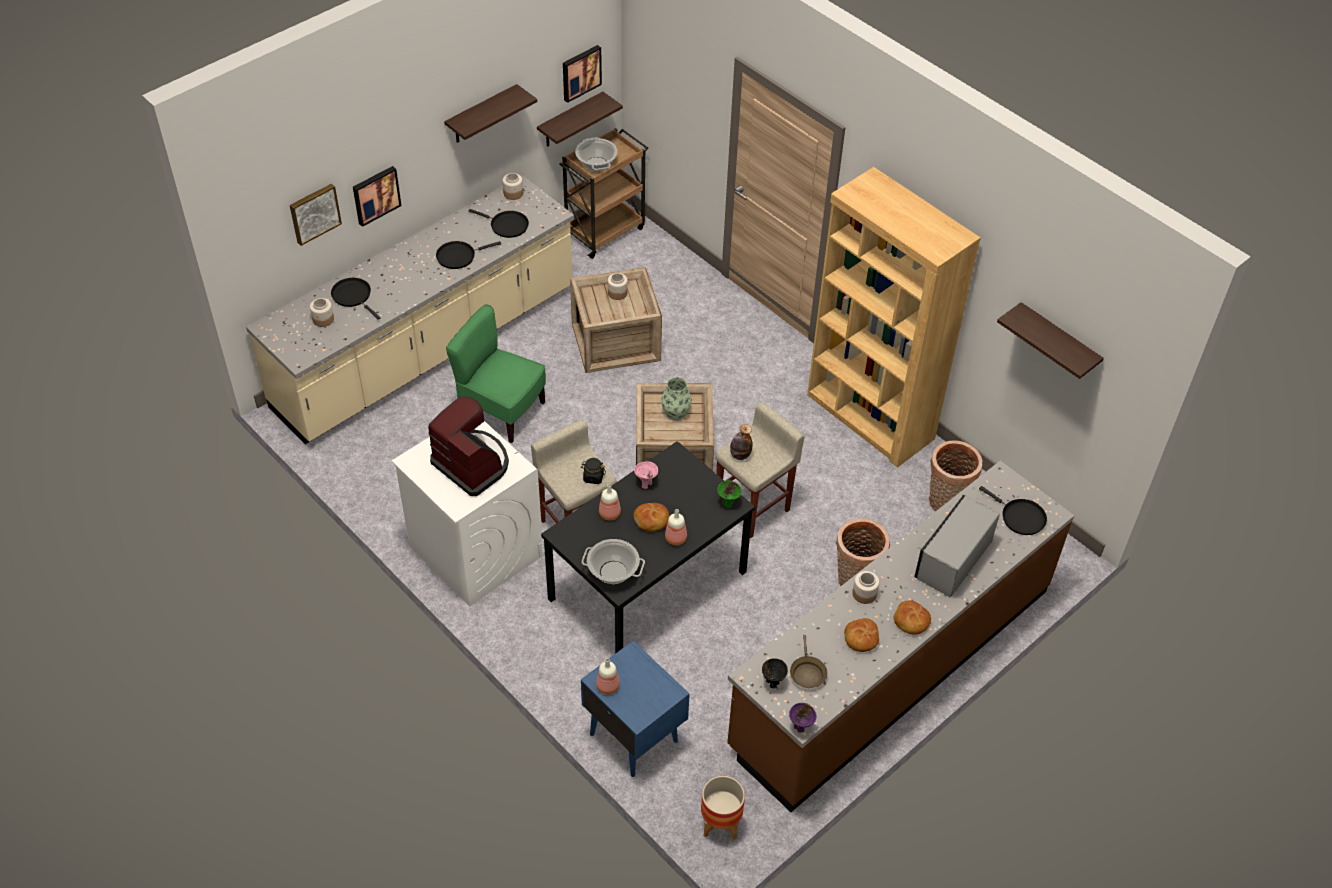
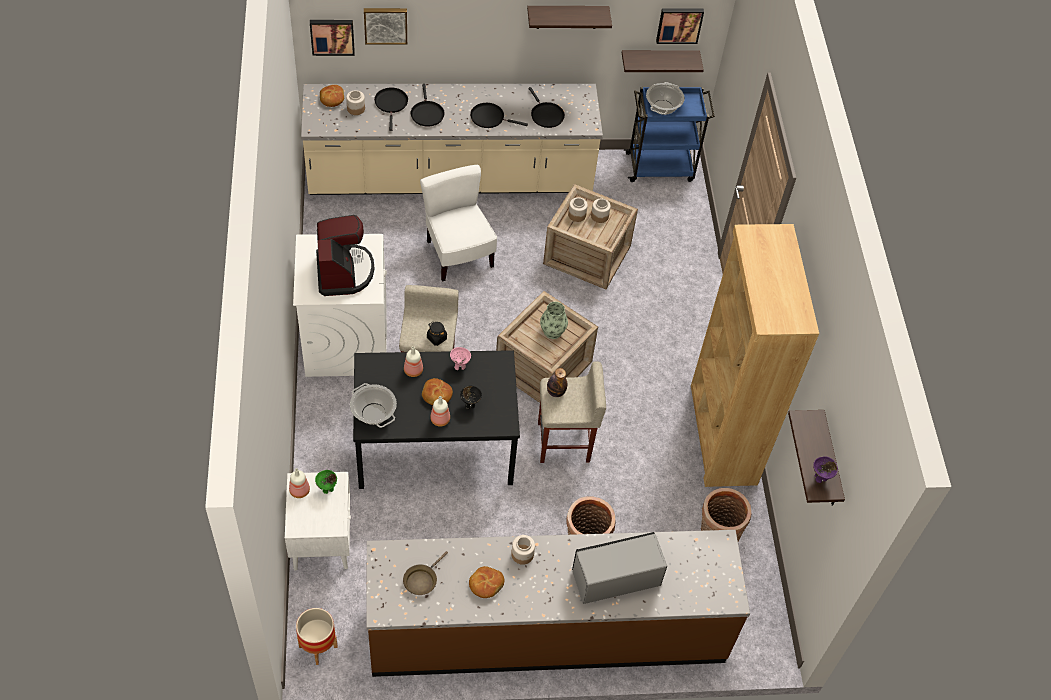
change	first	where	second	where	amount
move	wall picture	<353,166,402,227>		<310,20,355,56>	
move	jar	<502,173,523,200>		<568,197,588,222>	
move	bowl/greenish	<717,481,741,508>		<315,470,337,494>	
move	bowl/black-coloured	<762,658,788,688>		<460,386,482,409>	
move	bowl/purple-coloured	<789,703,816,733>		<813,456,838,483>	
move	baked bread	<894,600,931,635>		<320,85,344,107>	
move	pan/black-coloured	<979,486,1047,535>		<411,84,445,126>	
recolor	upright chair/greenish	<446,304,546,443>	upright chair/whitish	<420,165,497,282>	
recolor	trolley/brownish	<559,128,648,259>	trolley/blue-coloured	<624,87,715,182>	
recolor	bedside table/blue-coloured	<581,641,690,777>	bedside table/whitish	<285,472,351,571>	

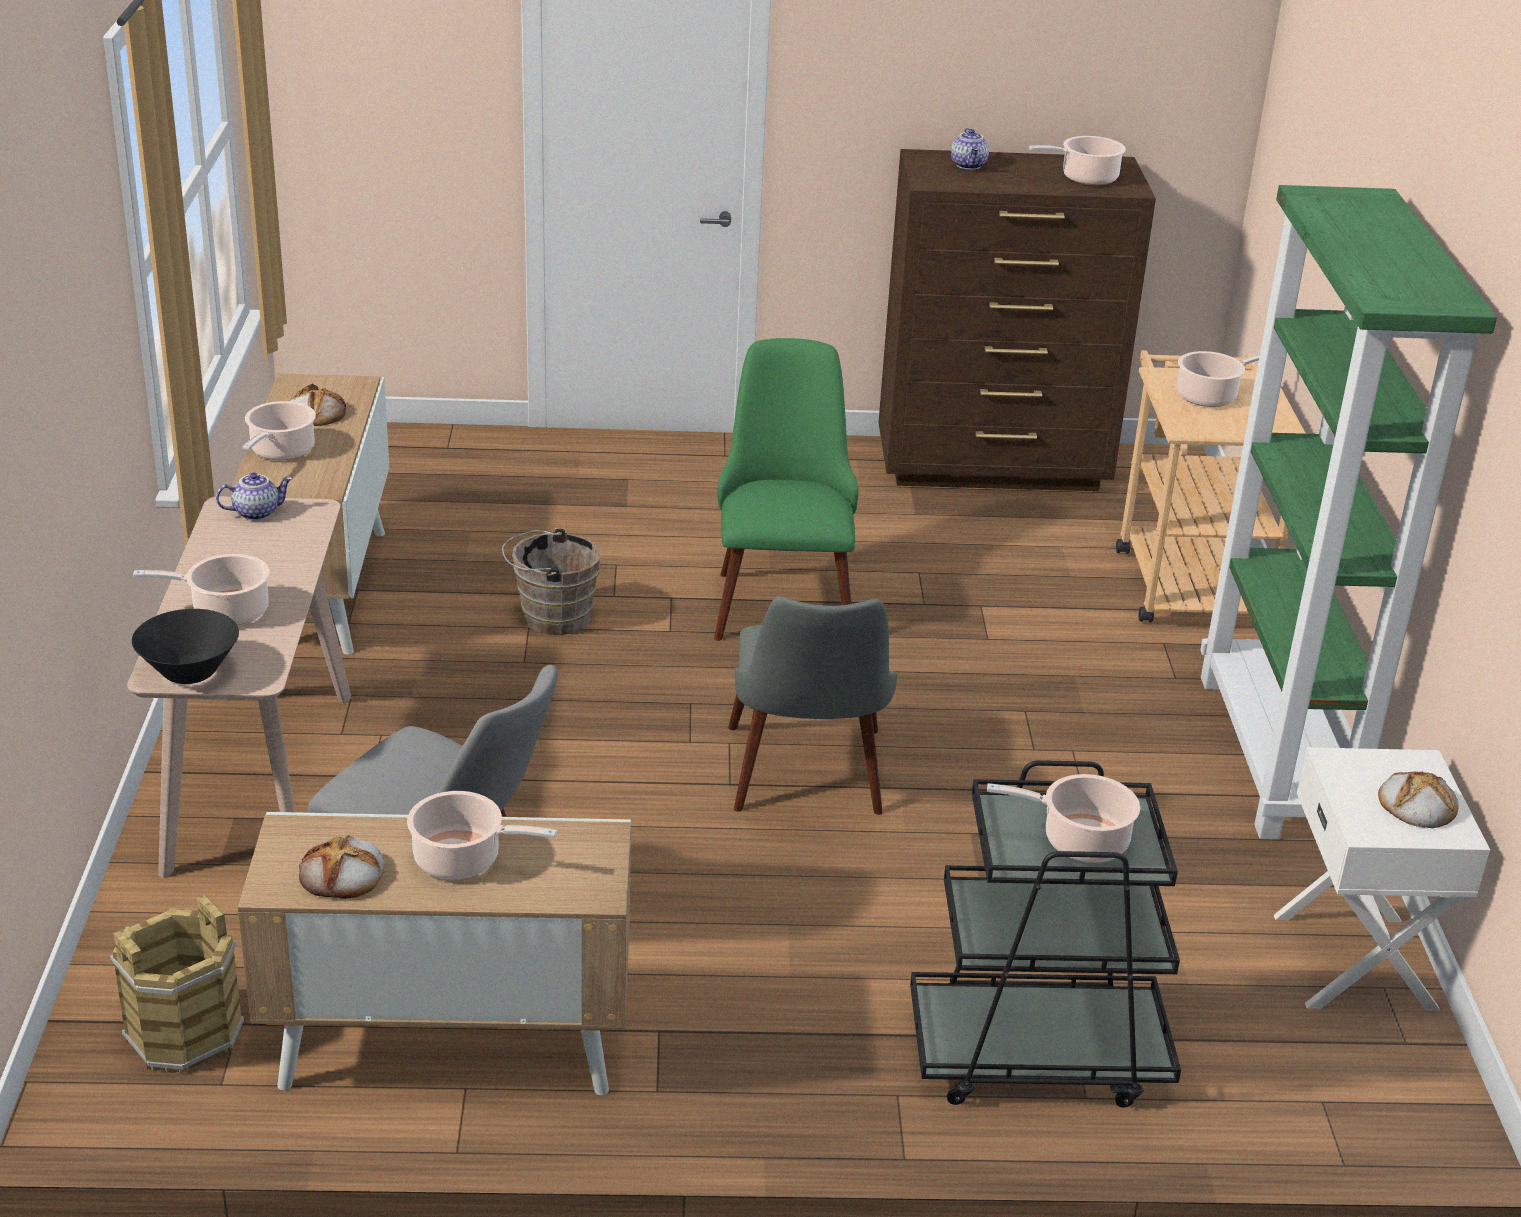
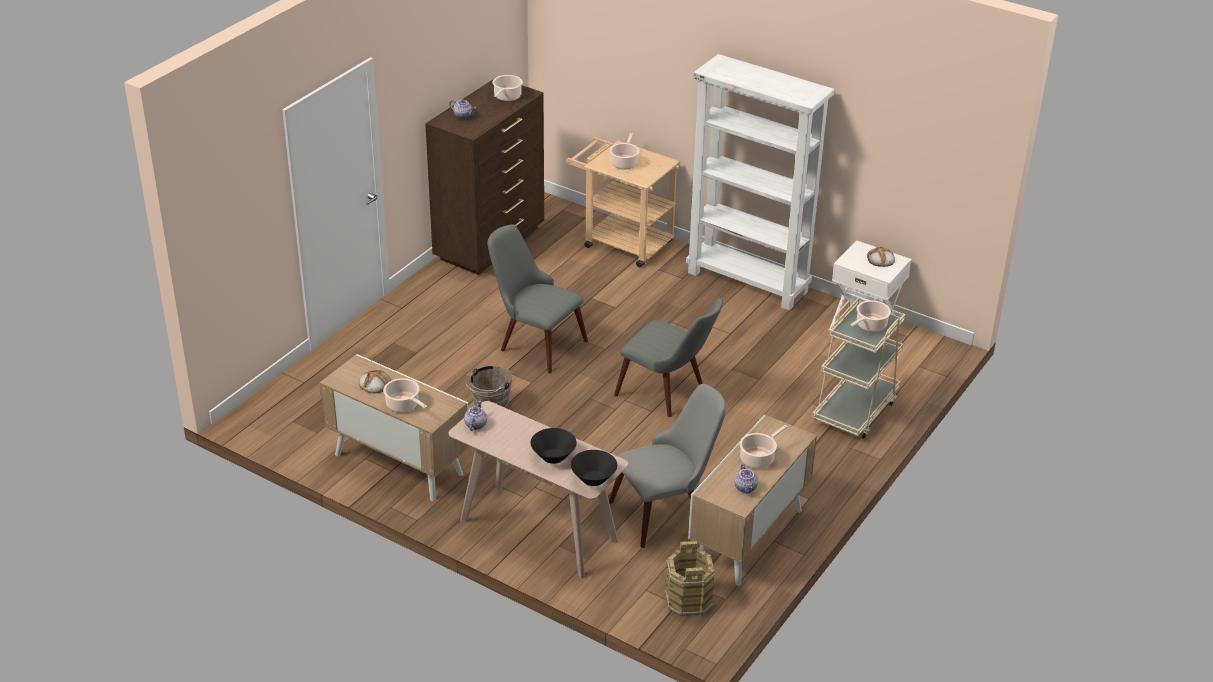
change	first	where	second	where	amount
replace	cooking pot	<133,554,270,625>	bowl/black-coloured	<531,428,577,464>	
replace	baked bread	<299,835,385,899>	teapot	<734,464,758,494>	
recolor	upright chair/greenish	<714,338,859,641>	upright chair/greyish	<488,224,588,373>	
recolor	trolley/black-coloured	<910,760,1181,1107>	trolley/beige-coloured	<812,297,905,439>	
recolor	bookcase/greenish	<1200,185,1497,840>	bookcase/whitish	<686,54,834,310>	

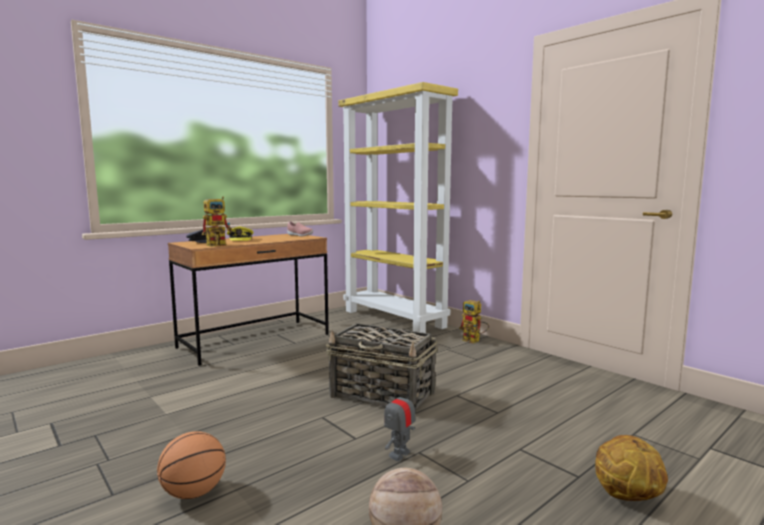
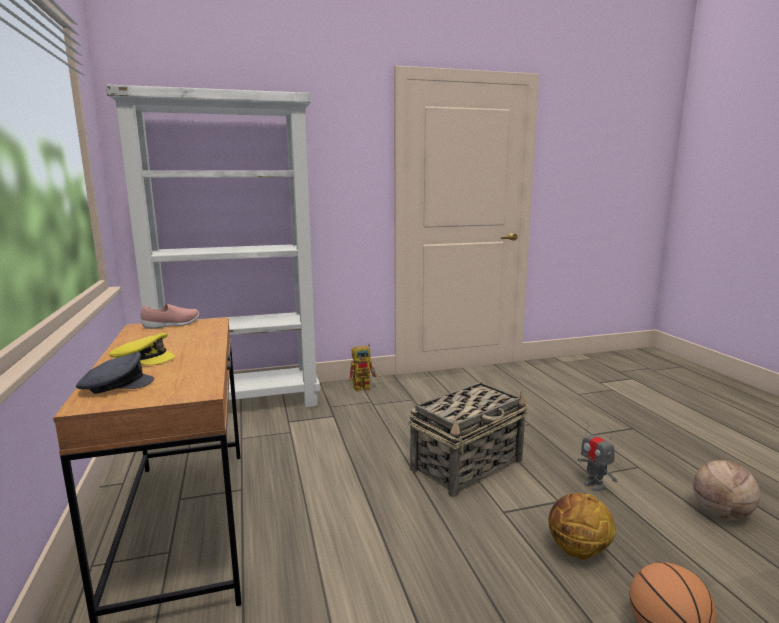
change	first	where	second	where	amount
delete	toy robot	<202,196,232,247>			
move	ball for basketball	<595,435,668,501>		<549,493,616,560>	
recolor	bookcase/yellowish	<339,82,458,333>	bookcase/whitish	<106,84,320,407>	

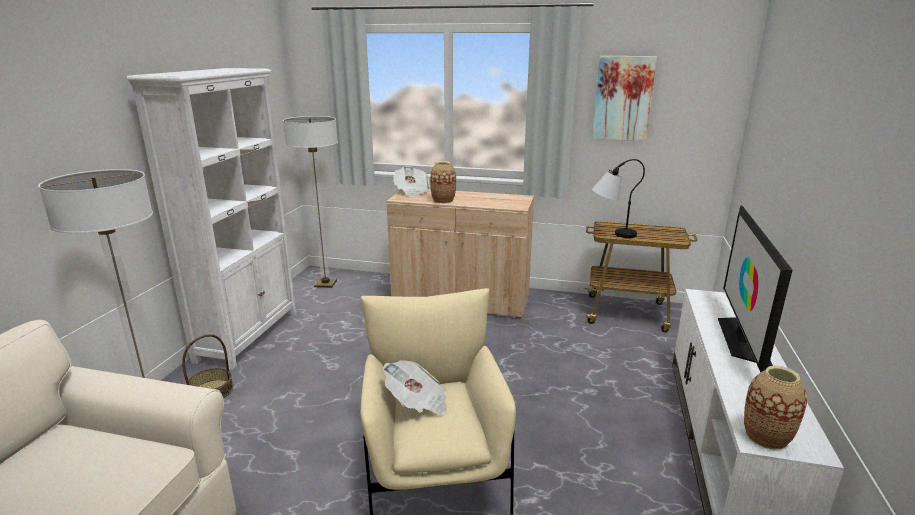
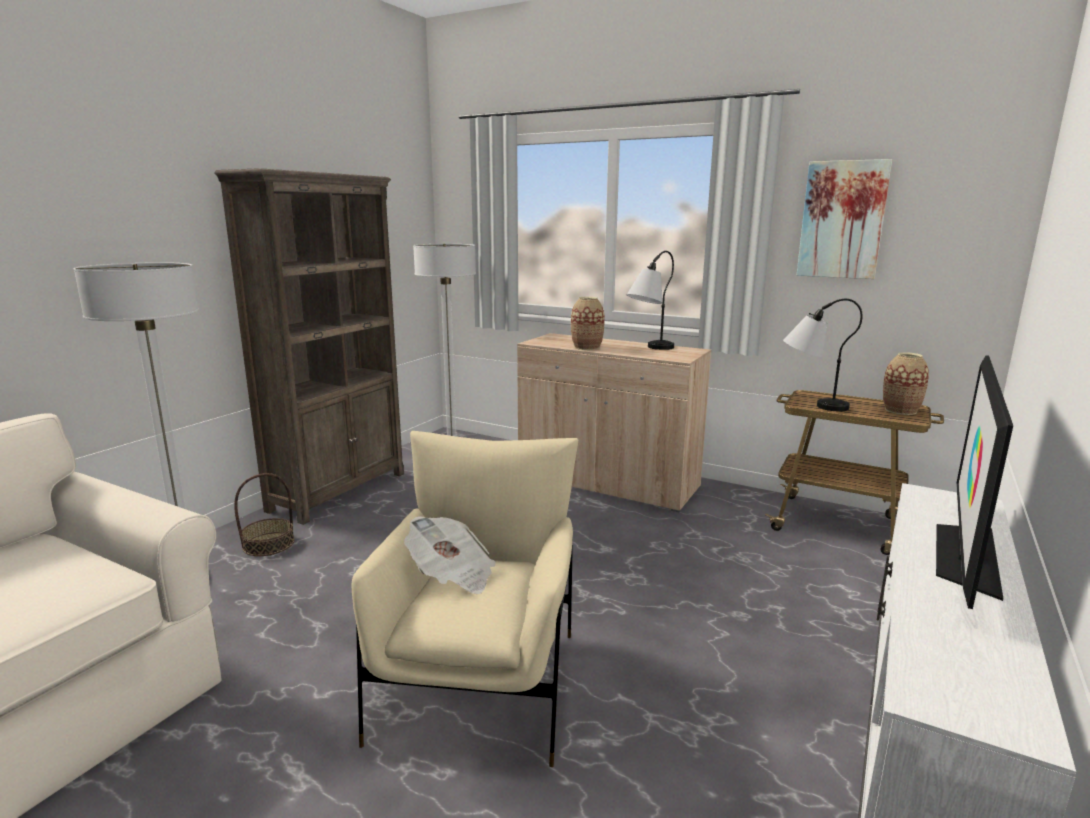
change	first	where	second	where	amount
delete	printed paper	<393,166,429,197>			
insert			lamp for a table	<627,251,674,350>	
move	flower vase	<744,365,807,450>		<883,352,929,415>	
recolor	bookcase/whitish	<127,68,297,370>	bookcase/brownish	<215,168,404,525>	

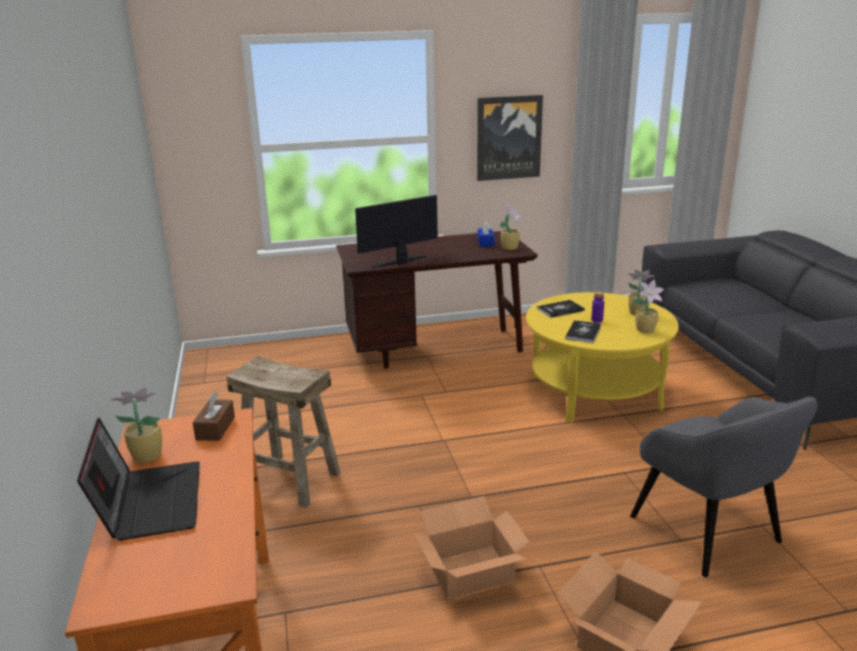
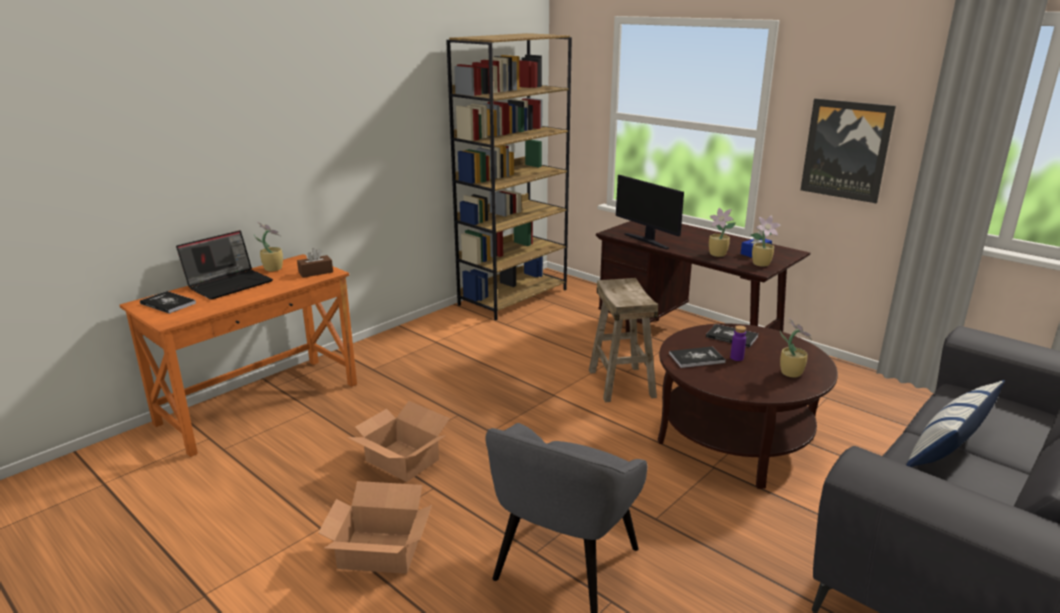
change	first	where	second	where	amount
insert			book	<140,291,196,314>	
insert			bookcase/brownish	<446,33,572,320>	
insert			pillow	<906,380,1005,467>	
move	stool seat/beige-coloured	<226,356,341,508>		<589,278,658,402>	
move	plant in a pot	<633,280,664,333>		<709,208,736,257>	
recolor	low table/yellowish	<526,292,679,423>	low table/brownish	<658,323,838,489>	
rotate	computer screen	<355,195,438,268>		<616,175,684,249>	150 degrees counterclockwise

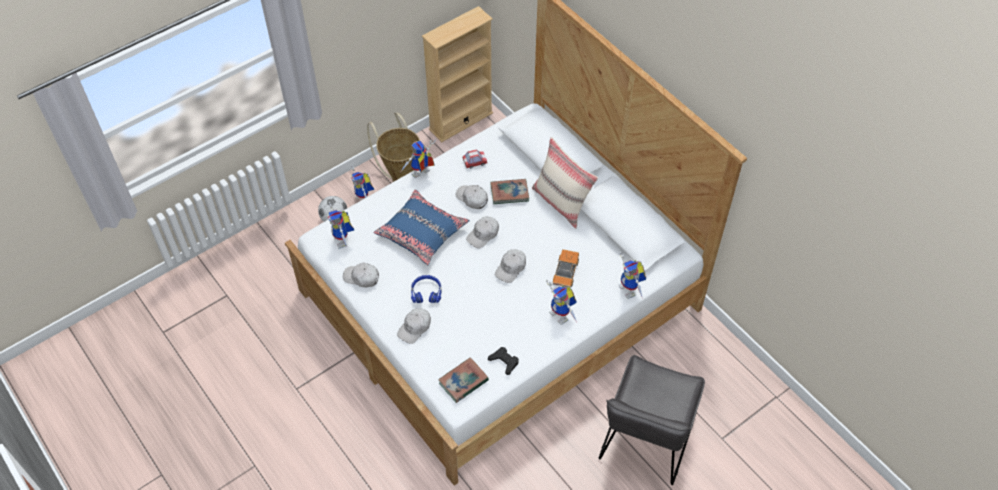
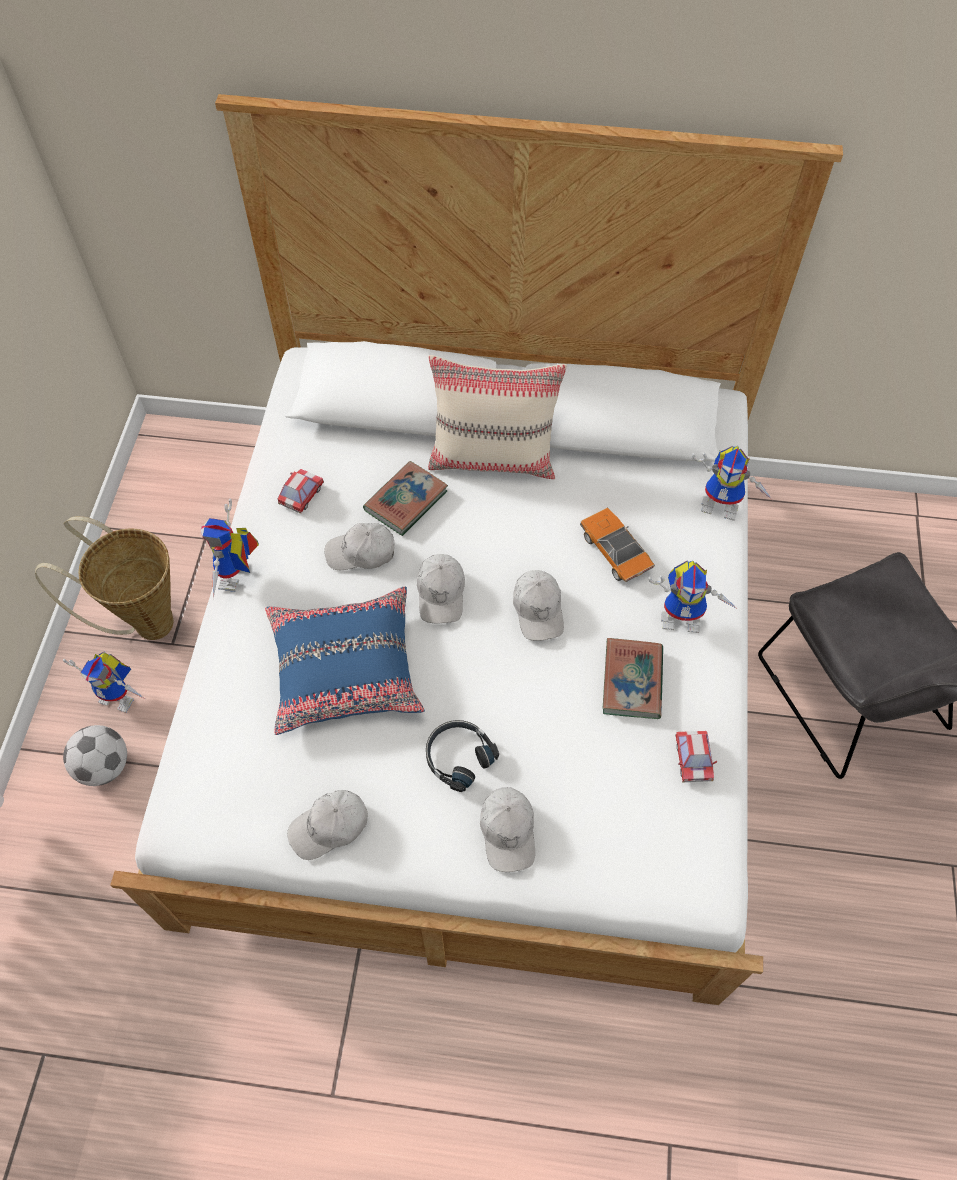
change	first	where	second	where	amount
delete	toy robot	<327,202,354,249>			
delete	bookcase/beige-coloured	<422,6,493,142>			
move	book	<438,357,489,403>		<603,638,663,719>	
replace	game controller/black-coloured	<488,347,519,375>	toy car	<675,731,717,782>	
recolor	headset/blue-coloured	<411,275,441,303>	headset/black-coloured	<426,720,499,792>	

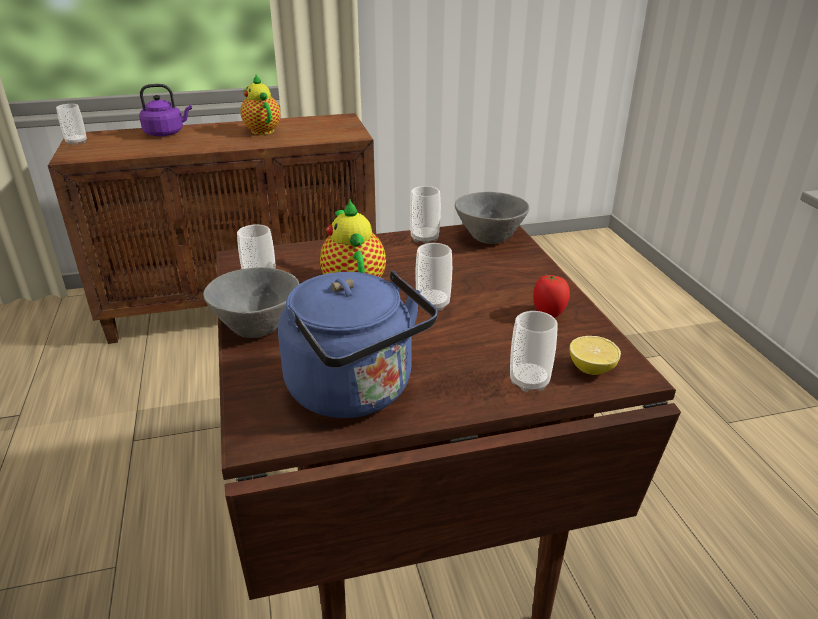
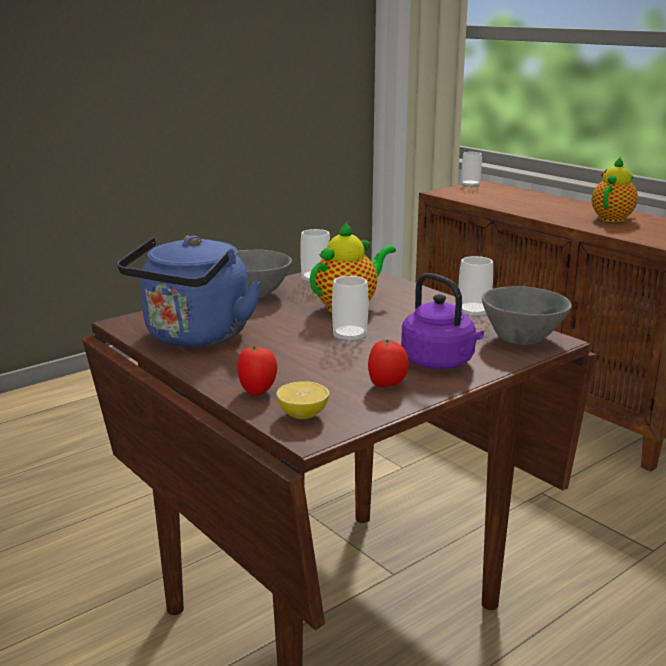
change	first	where	second	where	amount
move	water kettle/purple-coloured	<139,84,192,136>		<401,273,484,369>	
replace	drinking cup	<510,311,558,392>	fresh tomato	<237,345,277,396>	

